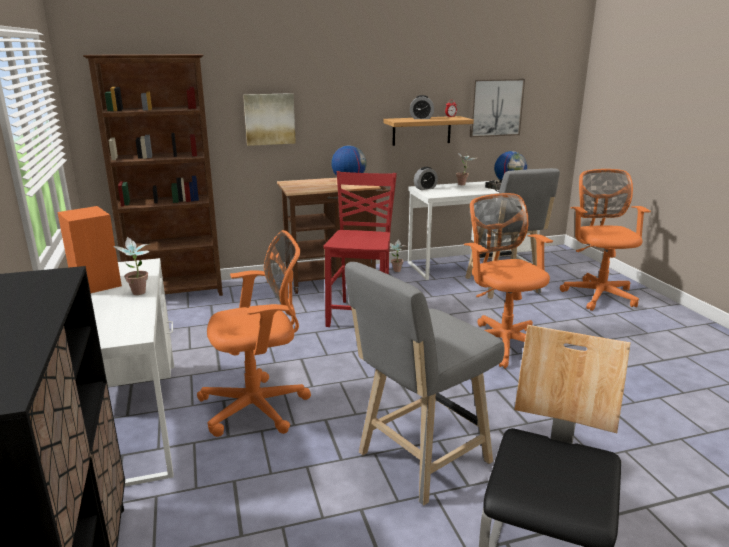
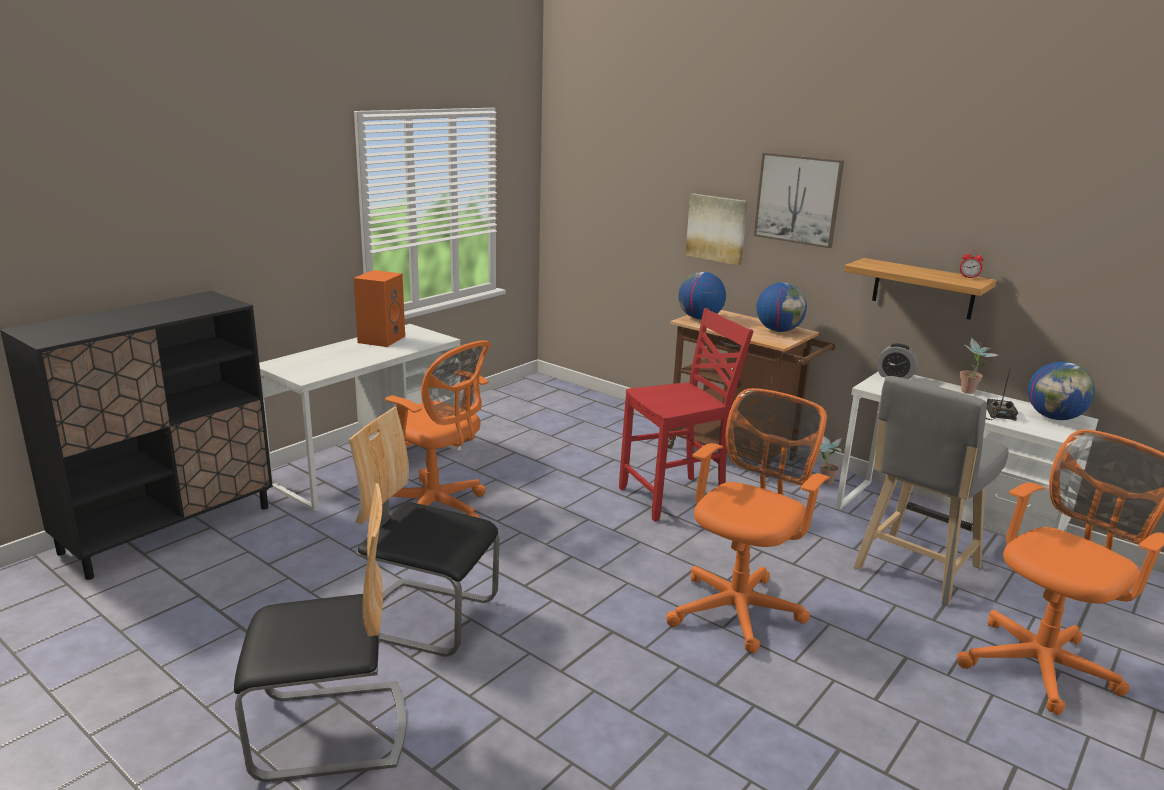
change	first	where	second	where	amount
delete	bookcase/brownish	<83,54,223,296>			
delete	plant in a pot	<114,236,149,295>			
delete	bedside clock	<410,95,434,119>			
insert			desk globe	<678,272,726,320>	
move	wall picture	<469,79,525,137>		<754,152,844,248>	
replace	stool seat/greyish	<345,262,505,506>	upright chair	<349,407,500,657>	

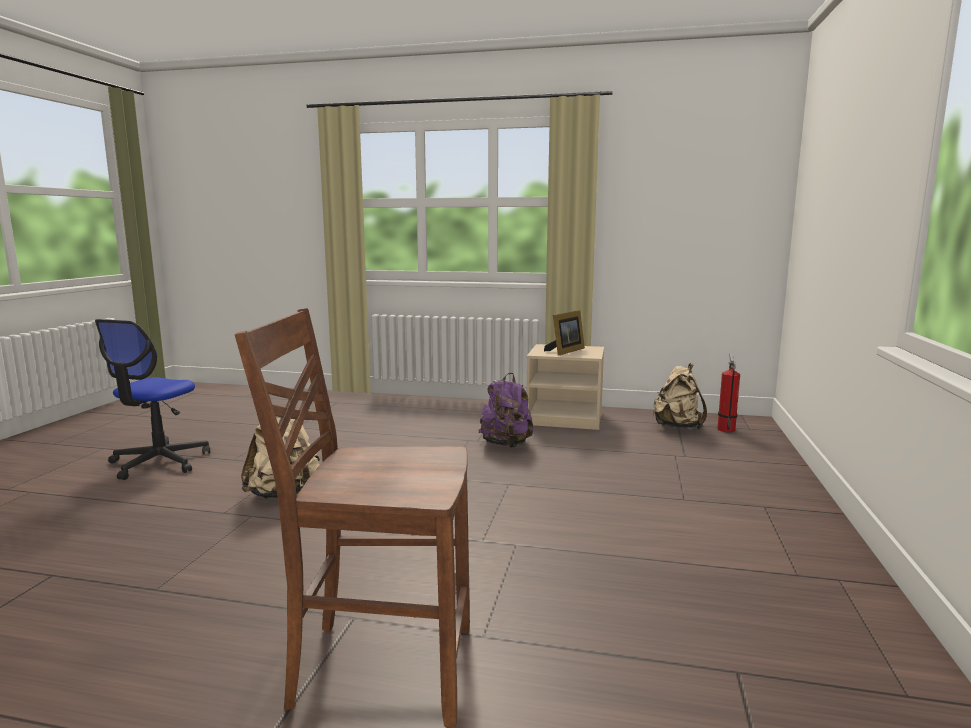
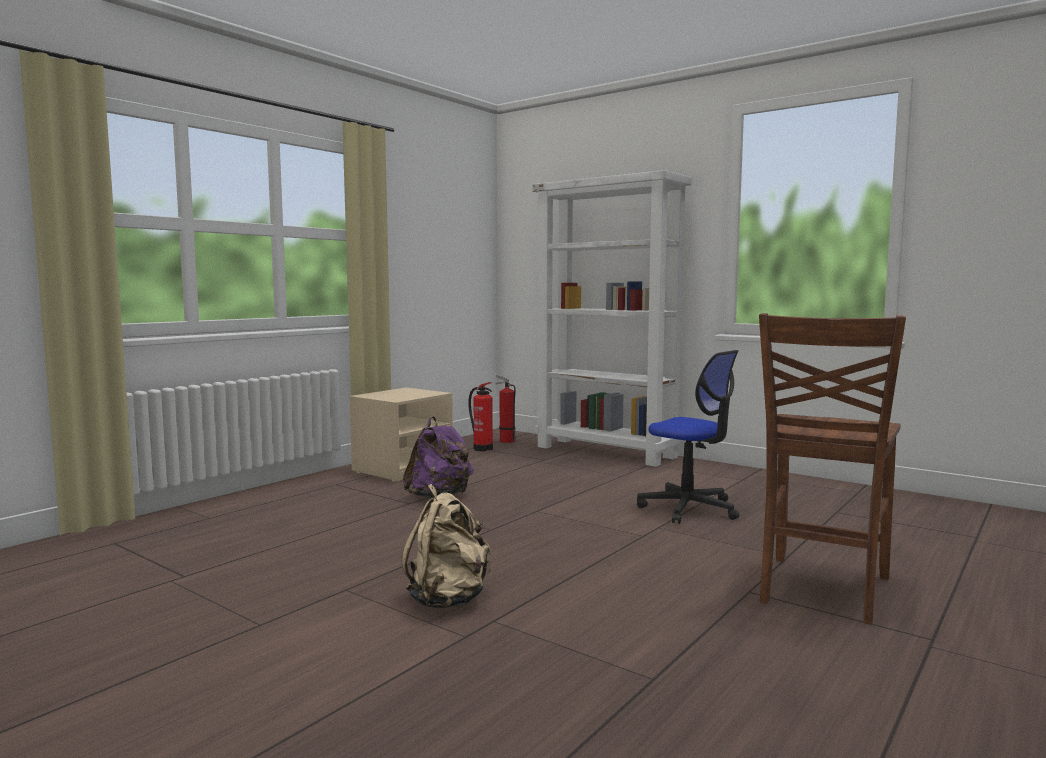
change	first	where	second	where	amount
delete	picture frame	<544,310,585,356>			
insert			bookcase/whitish	<532,170,692,467>	
move	office chair	<95,319,210,480>		<637,350,740,524>	
replace	rucksack/beige-coloured	<652,363,707,430>	fire-fighting cylinder	<468,382,493,451>	

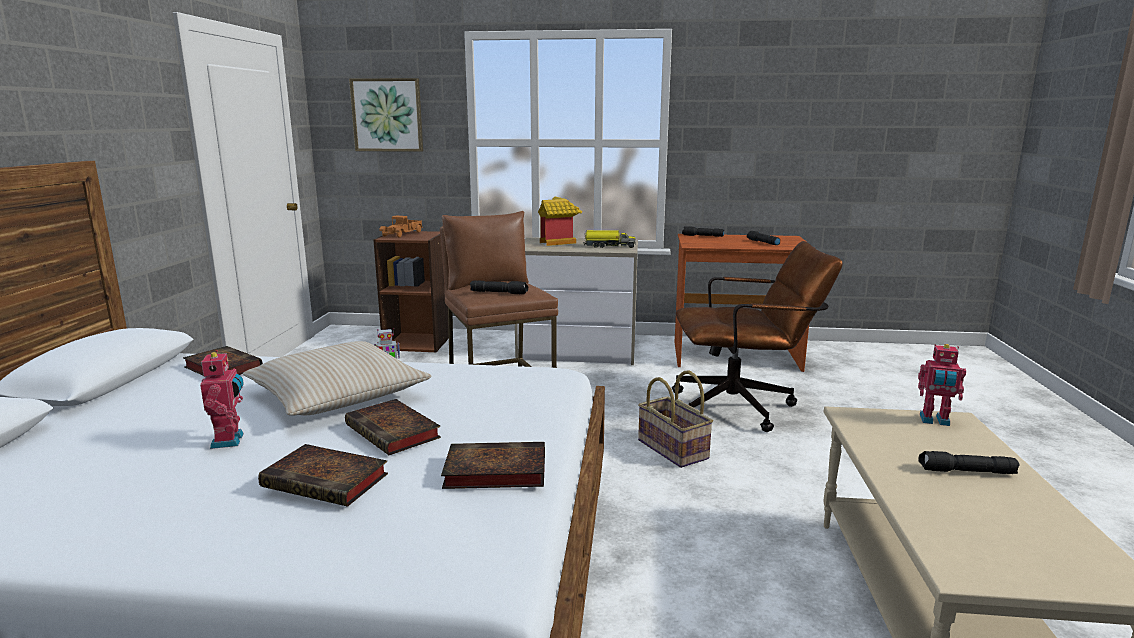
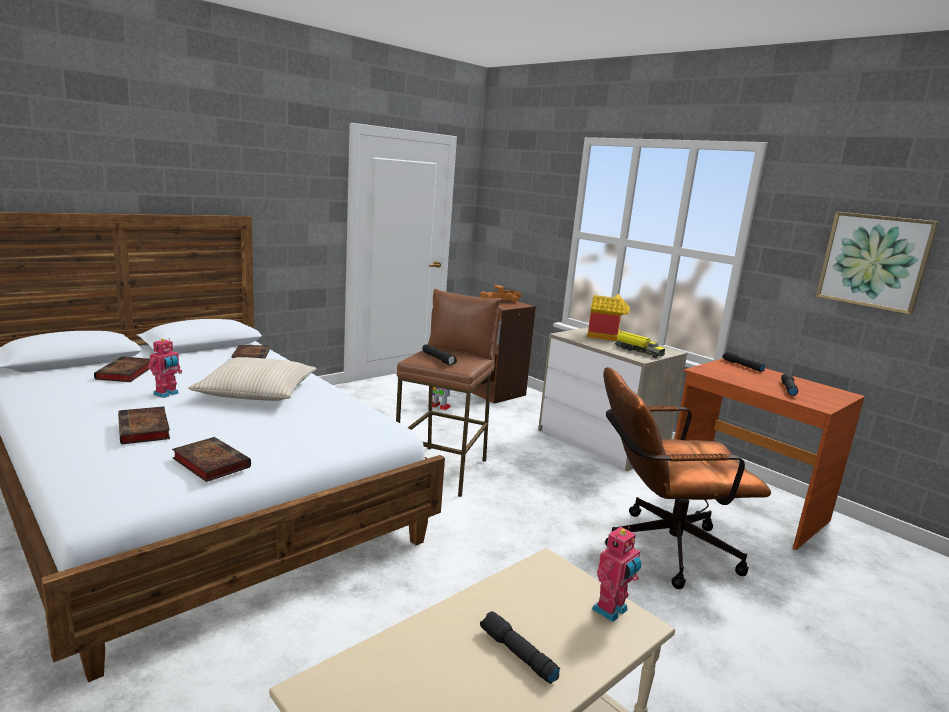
change	first	where	second	where	amount
delete	basket	<638,370,713,468>			
move	book	<345,399,441,455>		<94,356,150,382>	
move	wall picture	<349,78,423,152>		<815,212,939,315>	
rotate	office chair/brownish	<672,241,843,432>		<603,367,771,589>	135 degrees clockwise
rotate	toy robot	<918,344,966,426>		<592,527,641,622>	105 degrees counterclockwise

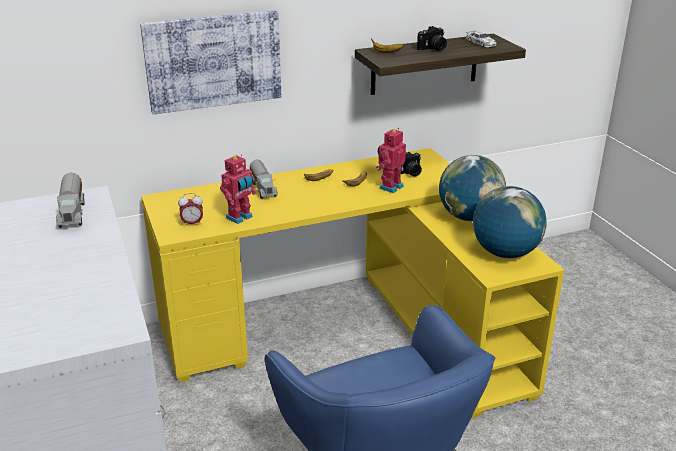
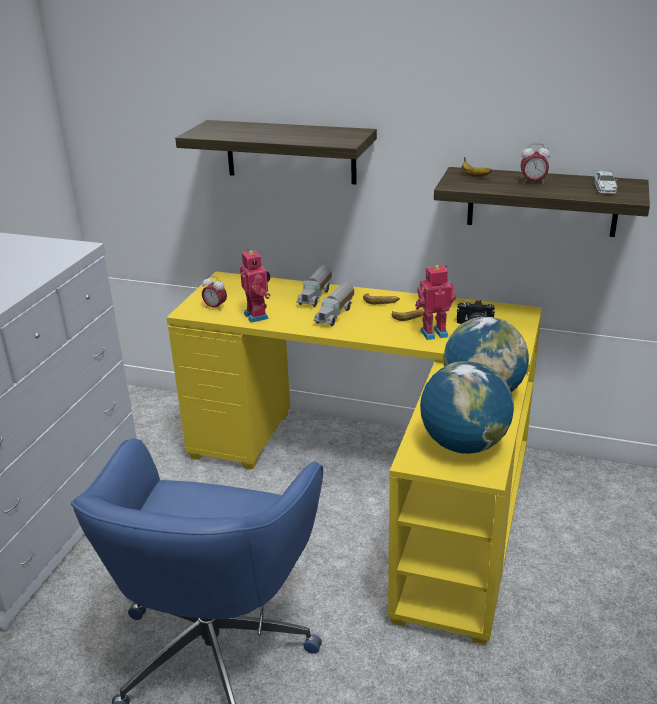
change	first	where	second	where	amount
move	model truck	<56,173,85,228>		<313,282,354,326>	
replace	wall picture	<140,10,281,114>	shelf	<175,120,377,185>	
replace	still camera	<417,26,447,51>	bedside clock	<521,143,550,184>	
rotate	toy robot	<220,154,256,224>		<240,249,271,323>	105 degrees counterclockwise

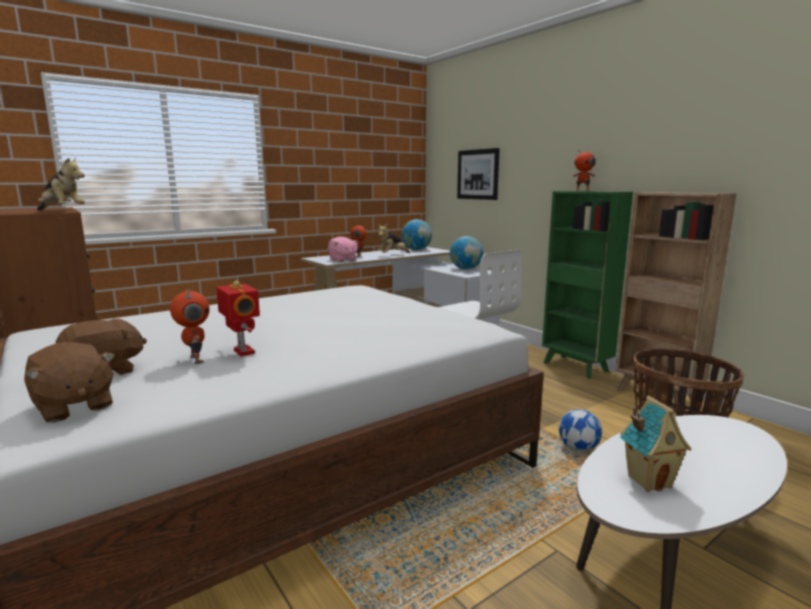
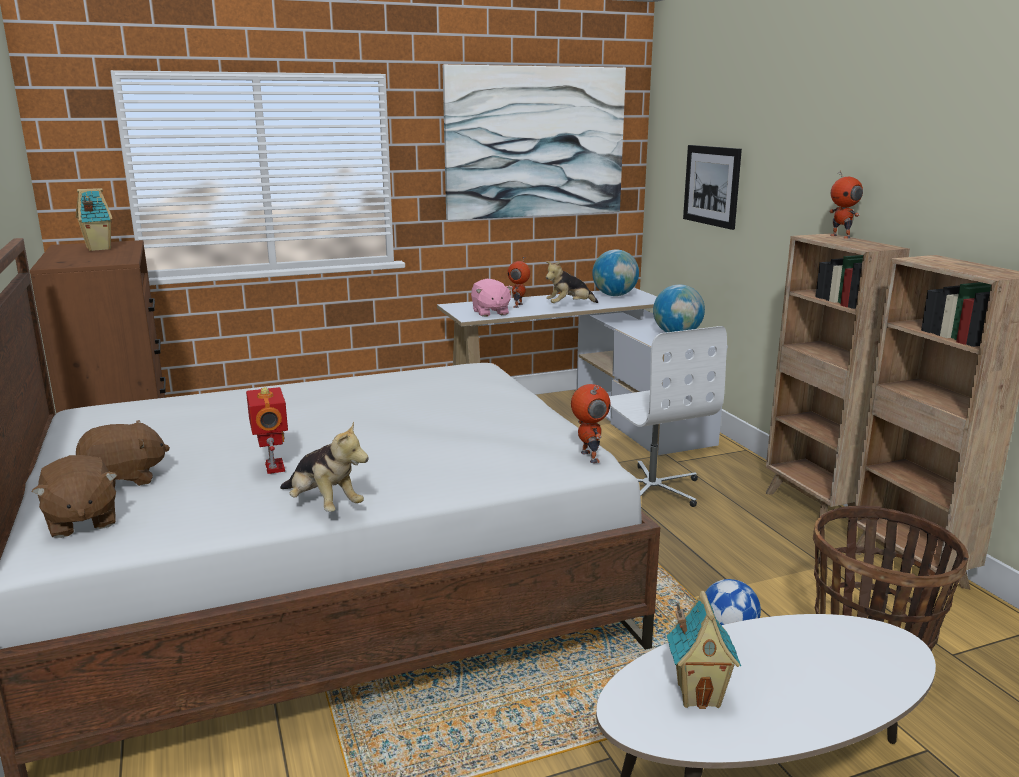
change	first	where	second	where	amount
insert			toy house	<76,188,112,251>	
insert			wall picture	<443,64,626,220>	
move	plush toy	<37,157,85,210>		<280,421,369,512>	
move	toy robot	<170,289,210,364>		<571,384,610,463>	
recolor	bookcase/greenish	<542,191,633,379>	bookcase/brownish	<766,233,910,528>	

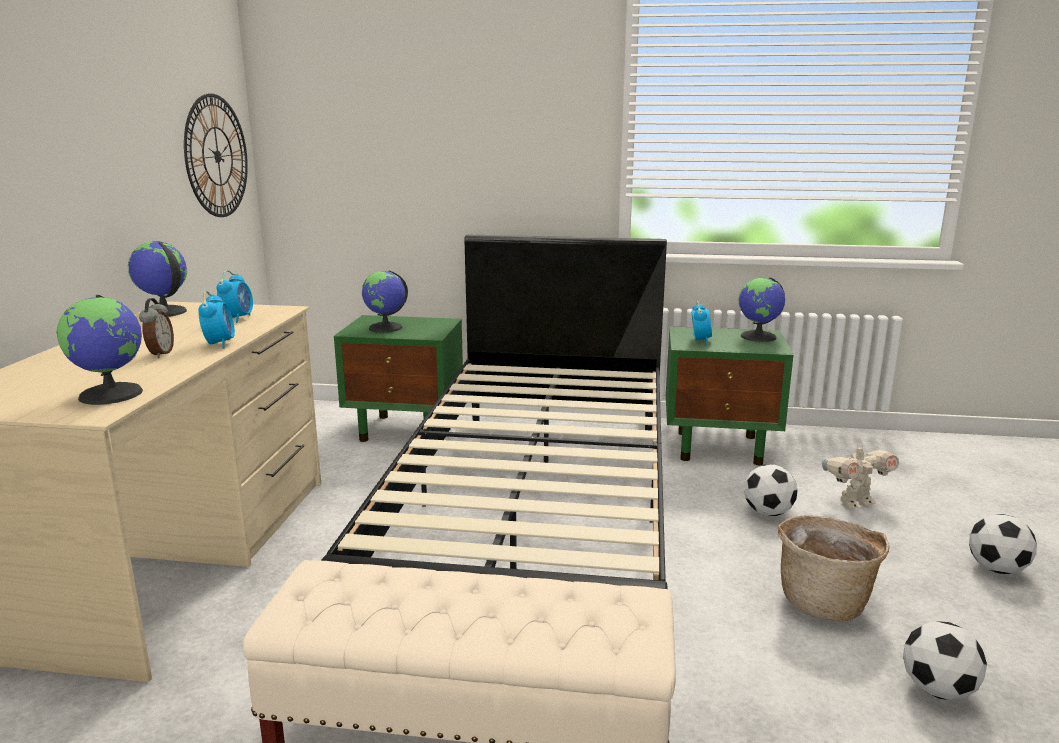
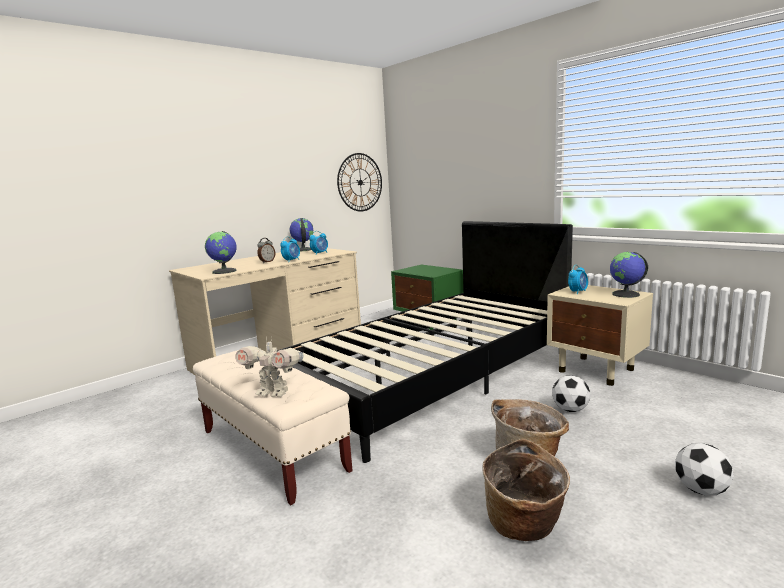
change	first	where	second	where	amount
delete	desk globe	<362,271,408,332>			
move	toy robot	<822,443,899,508>		<235,336,303,397>	
replace	football ball	<903,621,987,700>	basket	<482,439,570,541>	
recolor	bedside table/greenish	<666,326,793,465>	bedside table/beige-coloured	<547,285,653,386>	

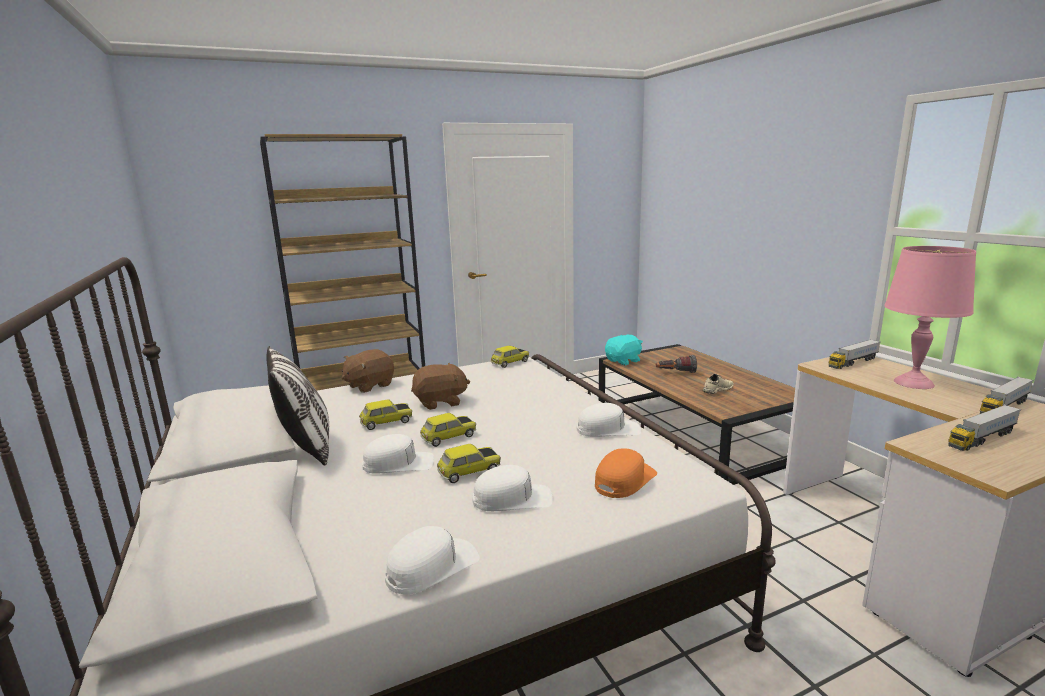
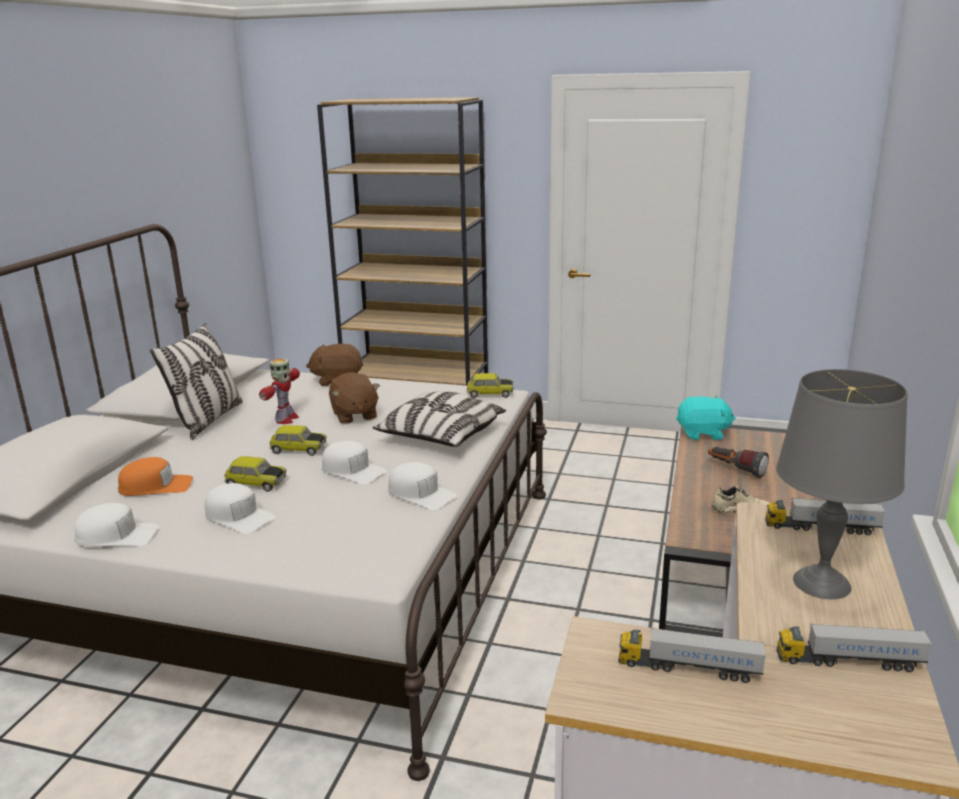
change	first	where	second	where	amount
insert			pillow	<372,391,506,447>	
move	baseball cap/whitish	<362,434,434,474>		<322,441,387,484>	
move	baseball cap/orangey	<595,449,657,498>		<118,457,193,496>	
replace	toy car	<359,400,412,430>	toy robot	<259,359,300,424>	
recolor	lamp for a table/pink-coloured	<884,246,976,389>	lamp for a table/greyish	<776,369,908,599>	
rotate	plush toy/brownish	<411,363,470,410>		<329,372,380,424>	45 degrees clockwise

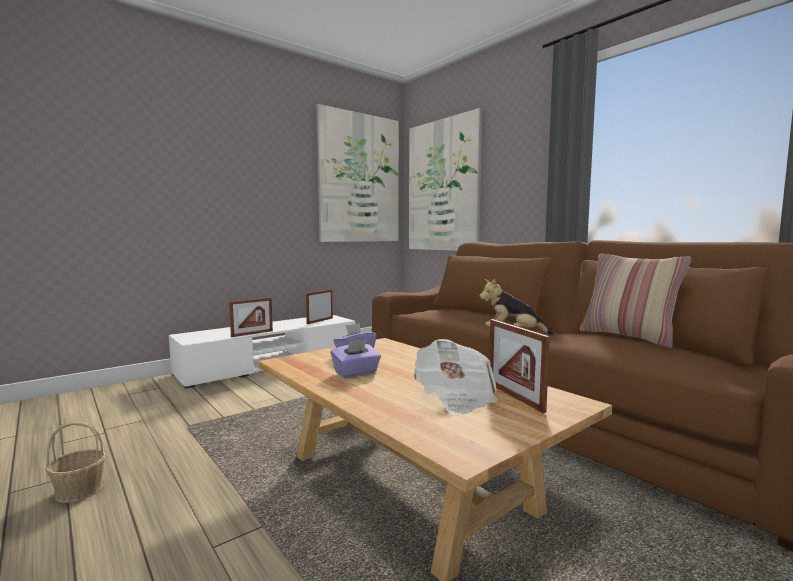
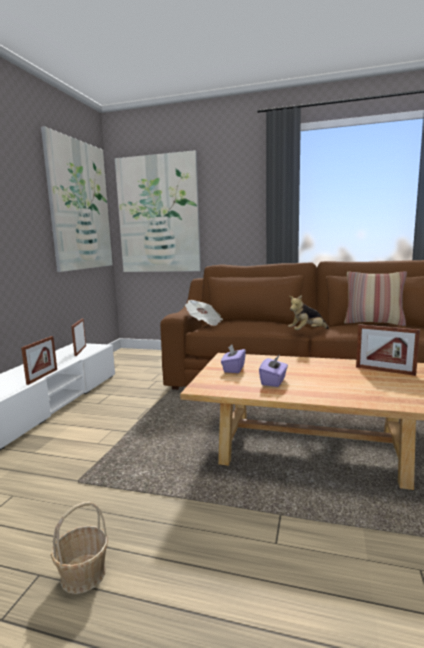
change	first	where	second	where	amount
move	printed paper	<413,339,498,416>		<185,300,223,326>	

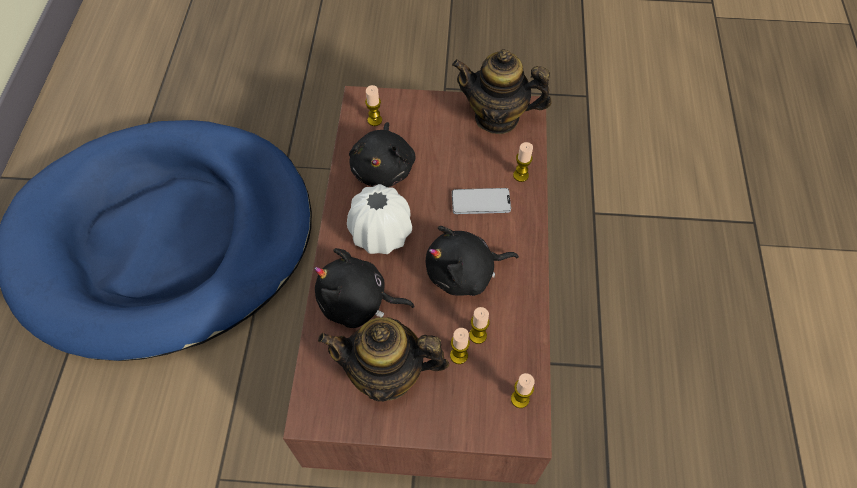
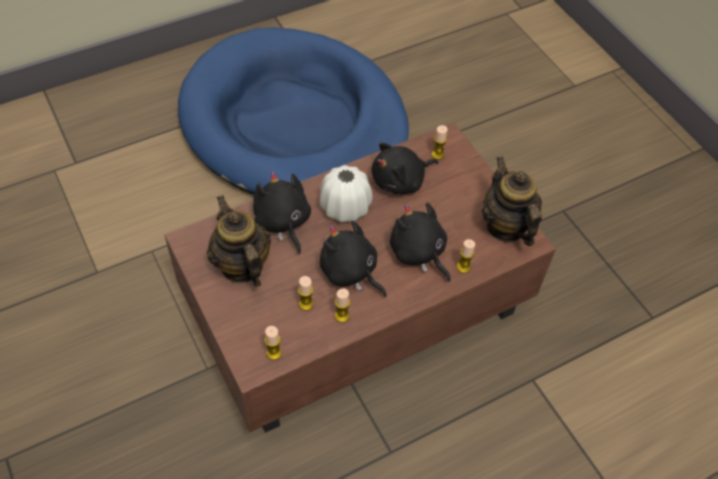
change	first	where	second	where	amount
move	wax light	<450,328,470,364>		<335,288,350,323>	
replace	handset	<452,188,511,214>	plush toy/black-coloured	<390,202,450,282>	

